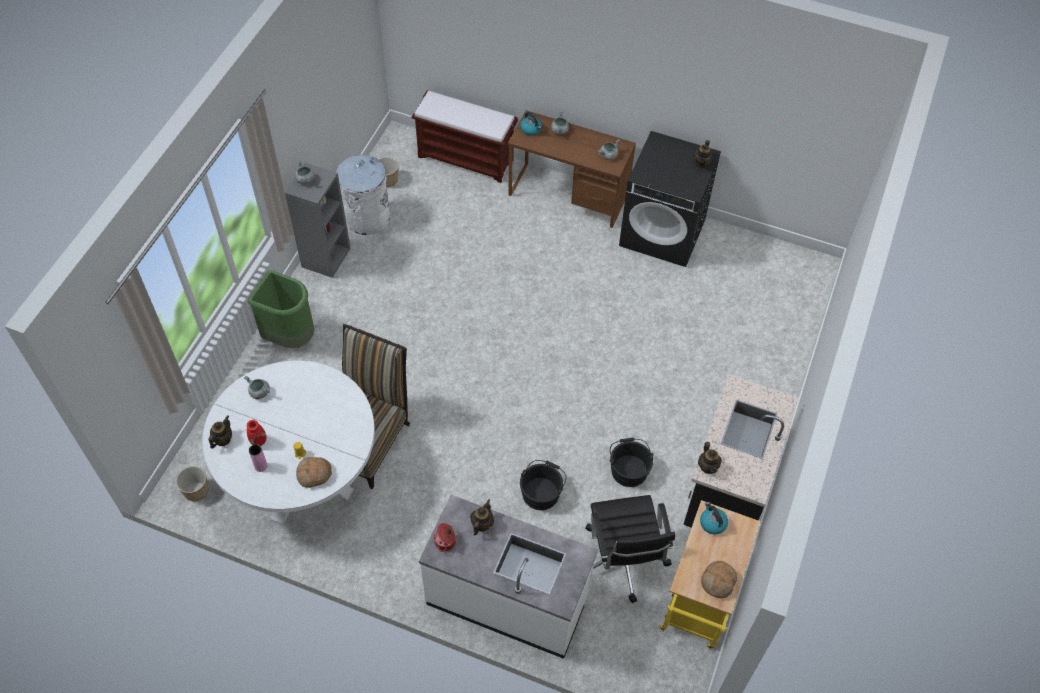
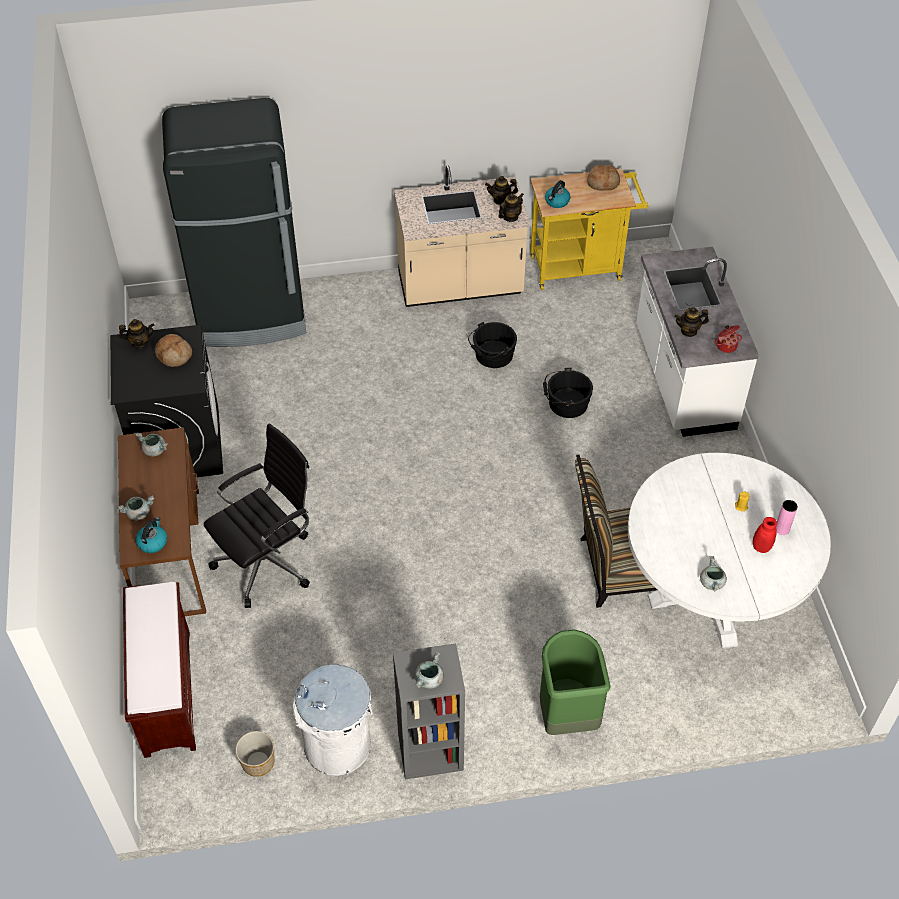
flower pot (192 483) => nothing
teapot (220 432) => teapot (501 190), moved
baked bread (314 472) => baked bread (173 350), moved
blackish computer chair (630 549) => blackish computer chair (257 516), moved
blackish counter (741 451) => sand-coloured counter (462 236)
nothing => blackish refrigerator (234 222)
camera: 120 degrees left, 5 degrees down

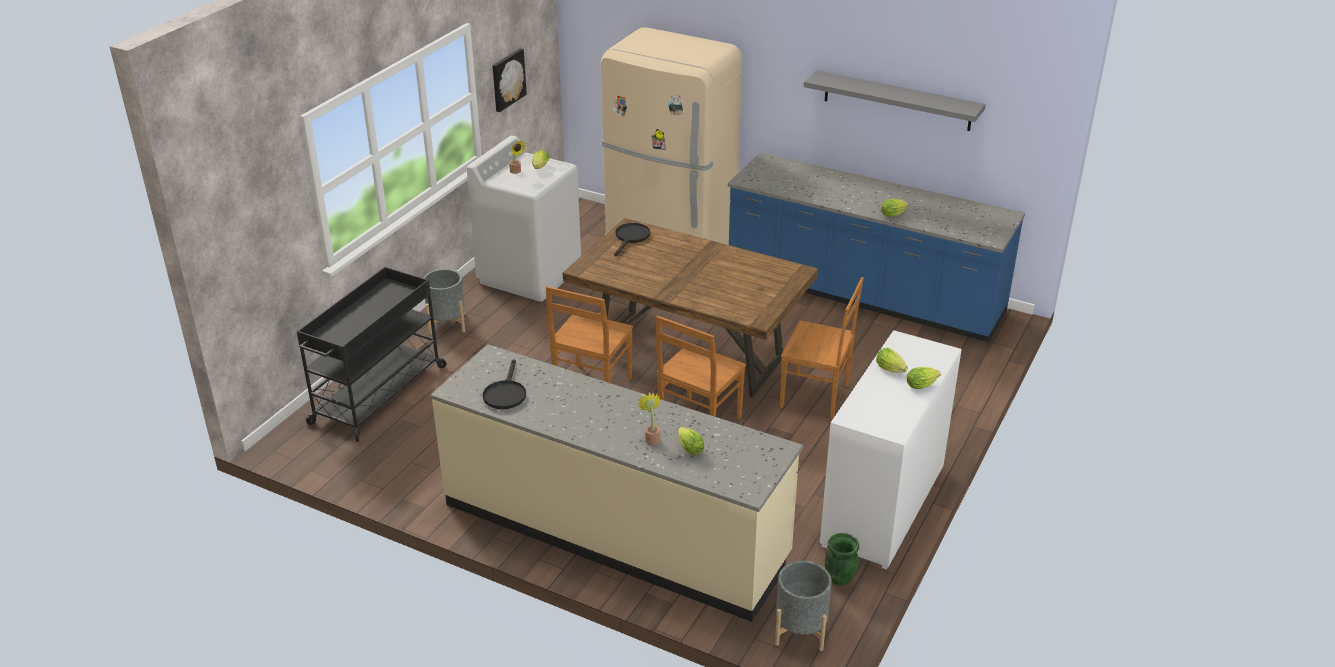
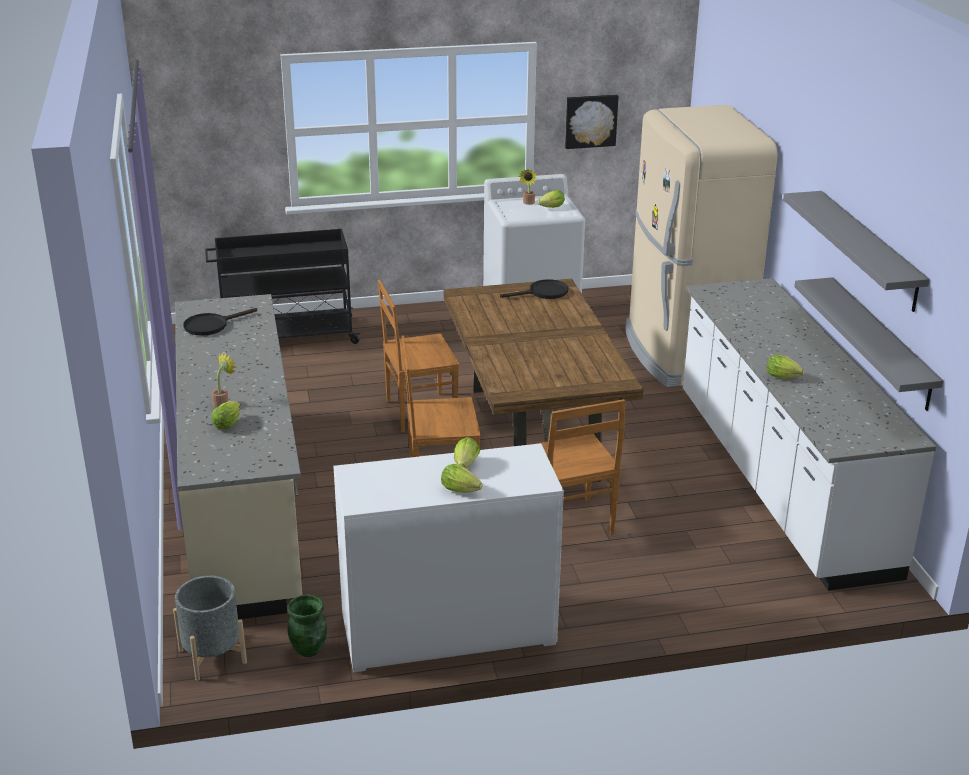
gray flower pot (444 302) => nothing
blue counter (876 247) => whitish counter (809 434)
nothing => gray wall shelf (869 344)
camera: 50 degrees right, 5 degrees down

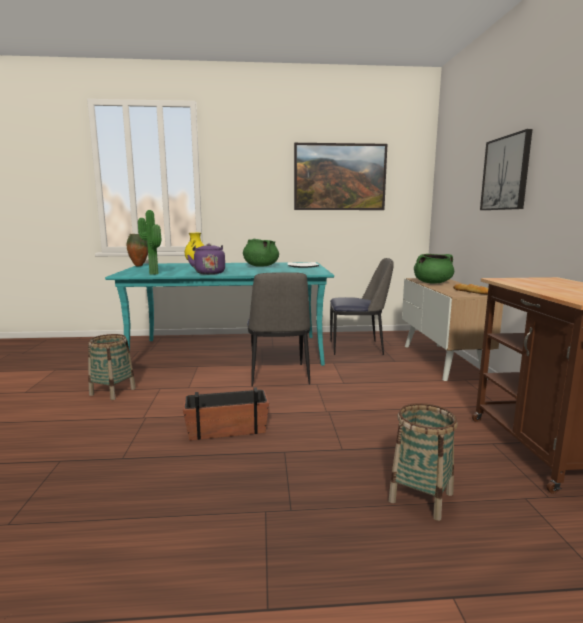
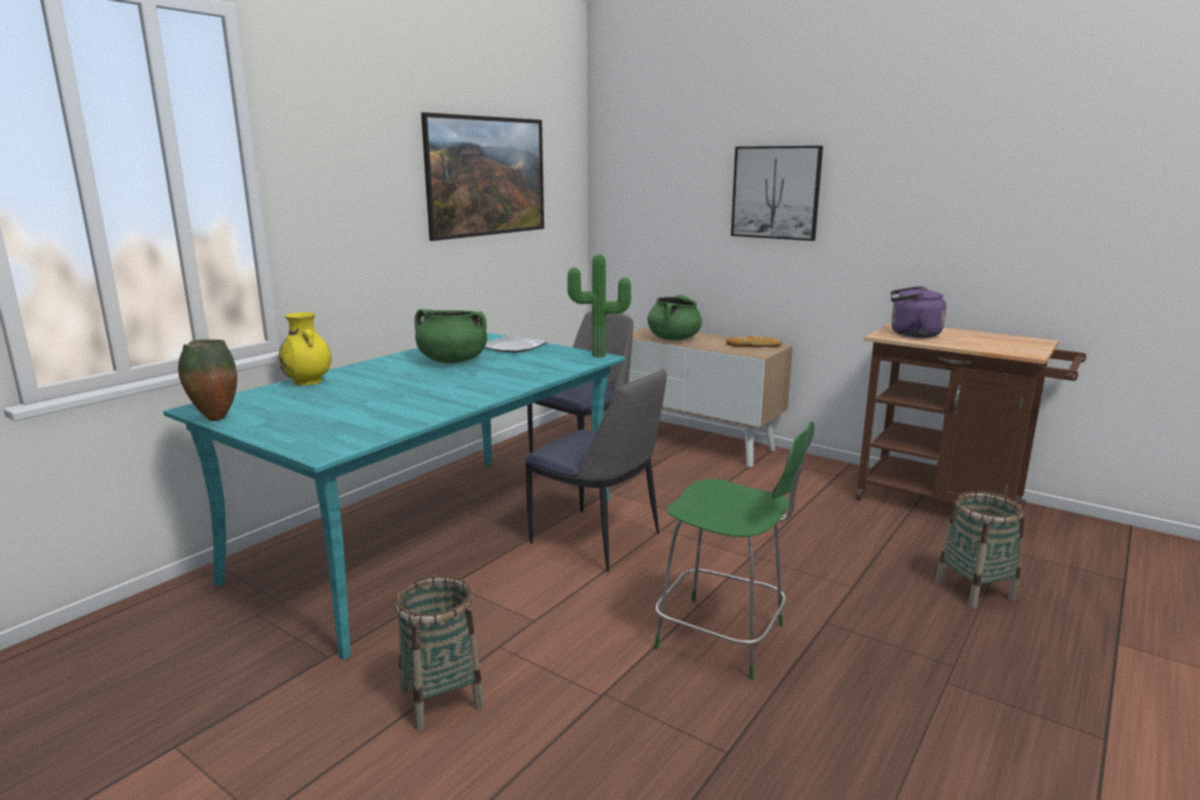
plant in a pot (149 242) => plant in a pot (599 305), moved
flower pot (226 413) => green-coloured plain chair (734 550)
purplish kettle (206 258) => purplish kettle (918 312), moved
camera: 50 degrees left, 5 degrees up

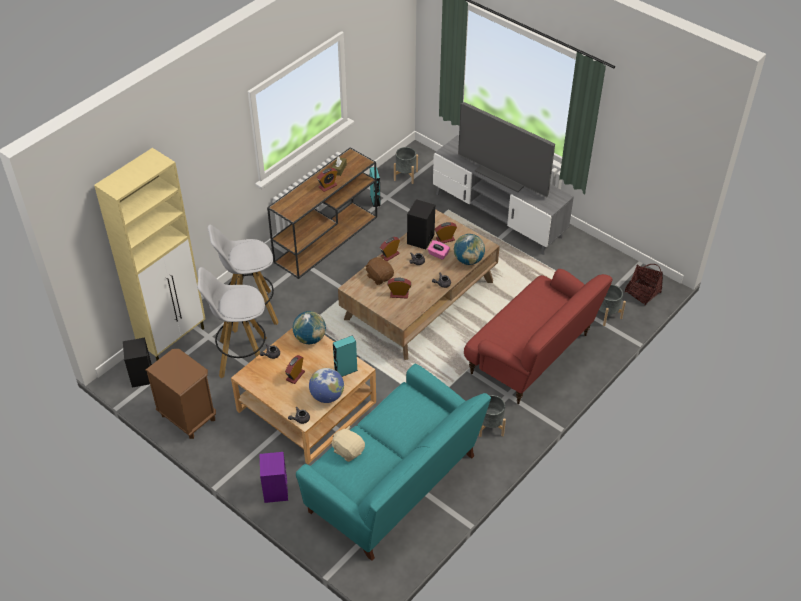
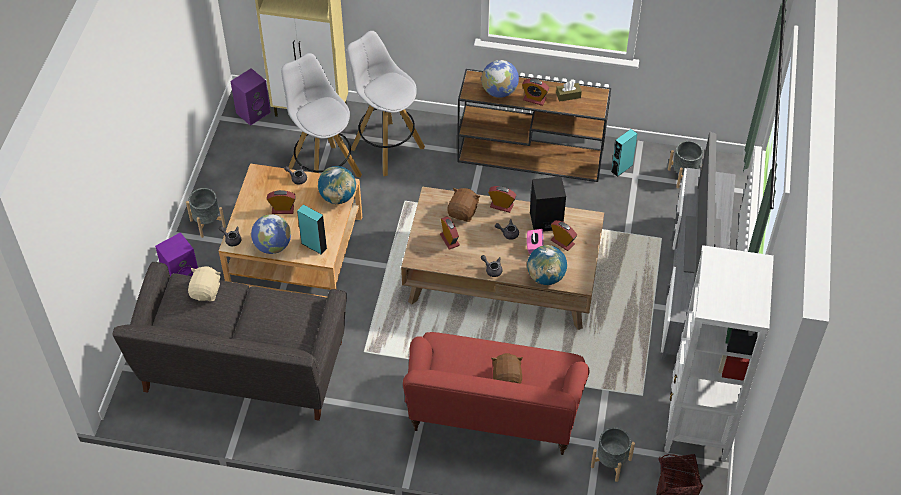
blackish speaker (137 362) => purplish speaker (250 97)
brown-coloured bedside table (181 394) => nothing
blue-green settee (393 462) => gray settee (229 341)
gray flower pot (492 416) => gray flower pot (206 213), moved
nothing => world globe (500 79)
nothing => brown-coloured soft toy (507 368)
nothing => whitish bookcase (719 353)
camera: 60 degrees right, 5 degrees up

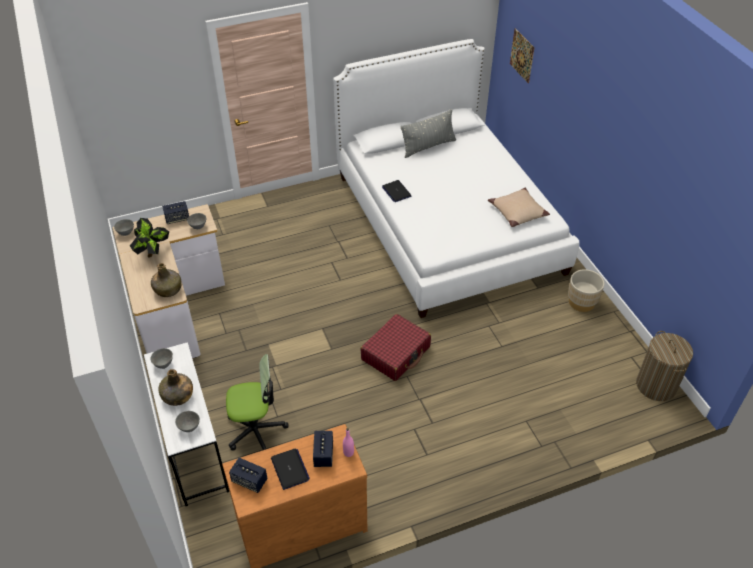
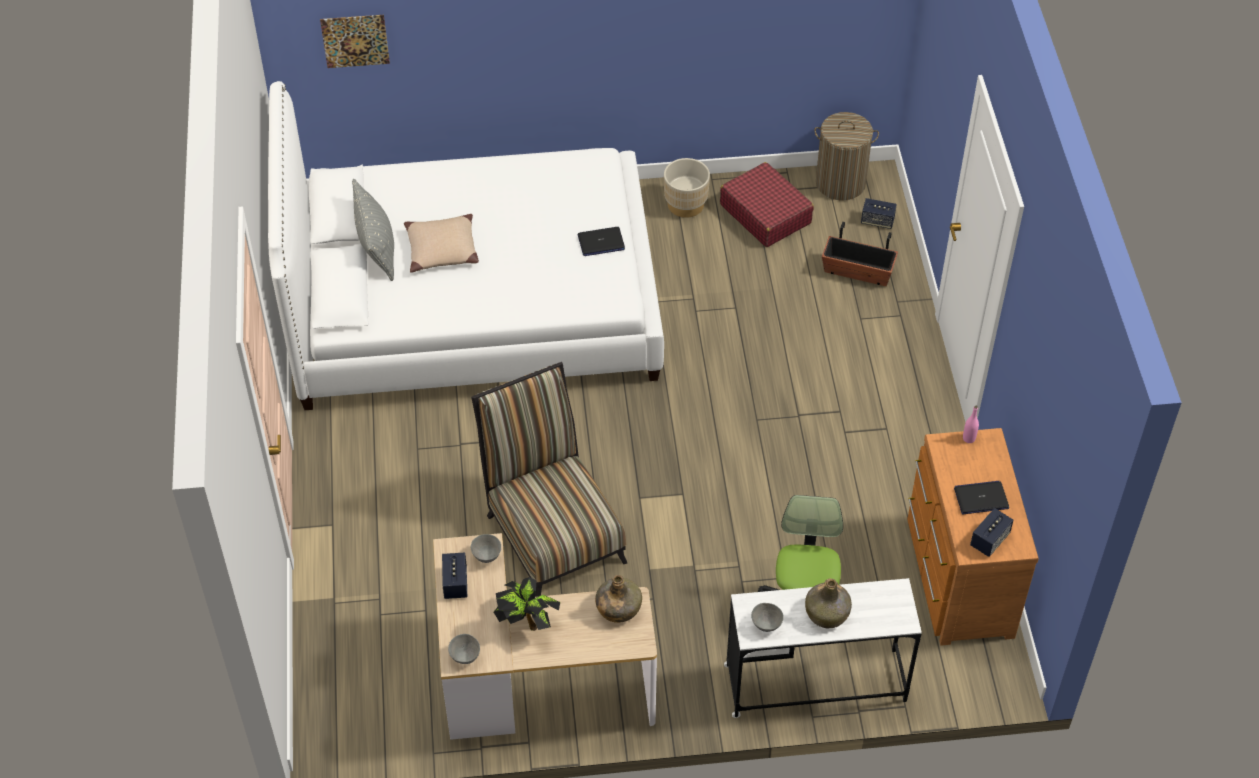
gray bowl (187 421) => nothing
speaker (323 449) => speaker (879 213), moved
reddish travel case (396 347) => reddish travel case (767 204), moved
notebook computer (396 191) => notebook computer (601 241), moved
sand-coloured pillow (519 207) => sand-coloured pillow (441 243), moved
nothing => plain chair (549 479)
nothing => flower pot (860 254)
camera: 75 degrees left, 5 degrees up

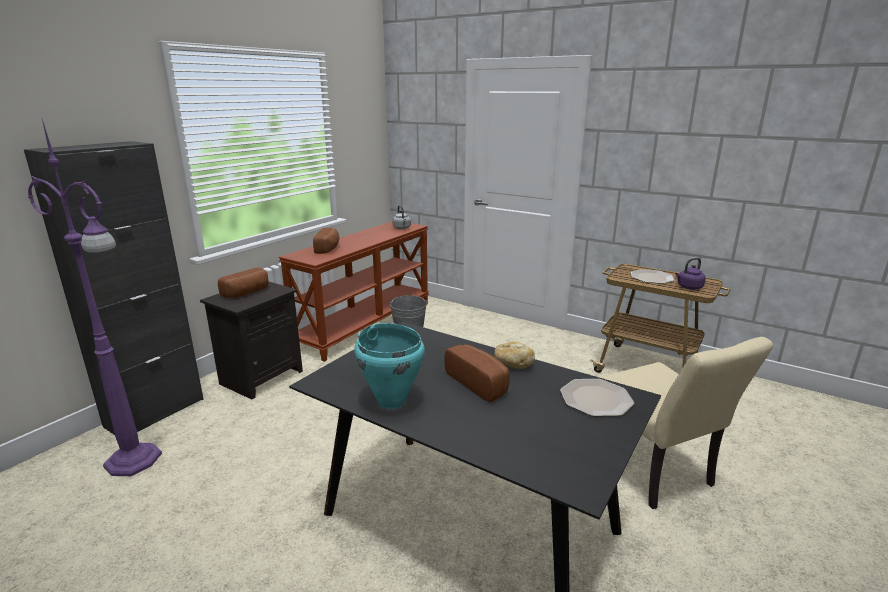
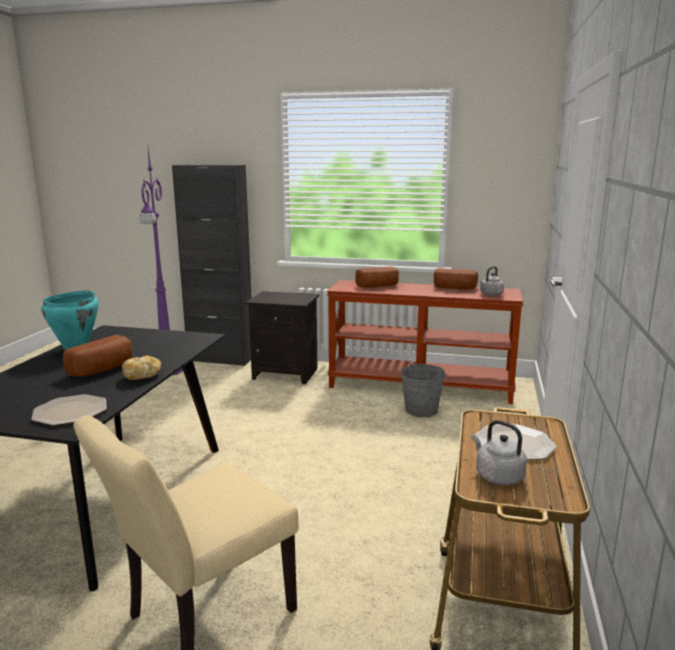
baked bread (243 283) => baked bread (456 278), moved
purplish kettle (690 274) => gray kettle (499 452)
camera: 70 degrees right, 5 degrees down

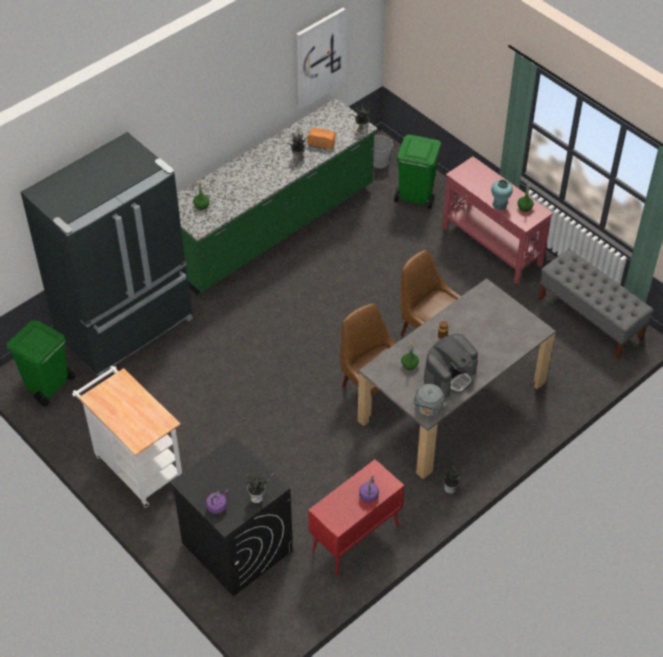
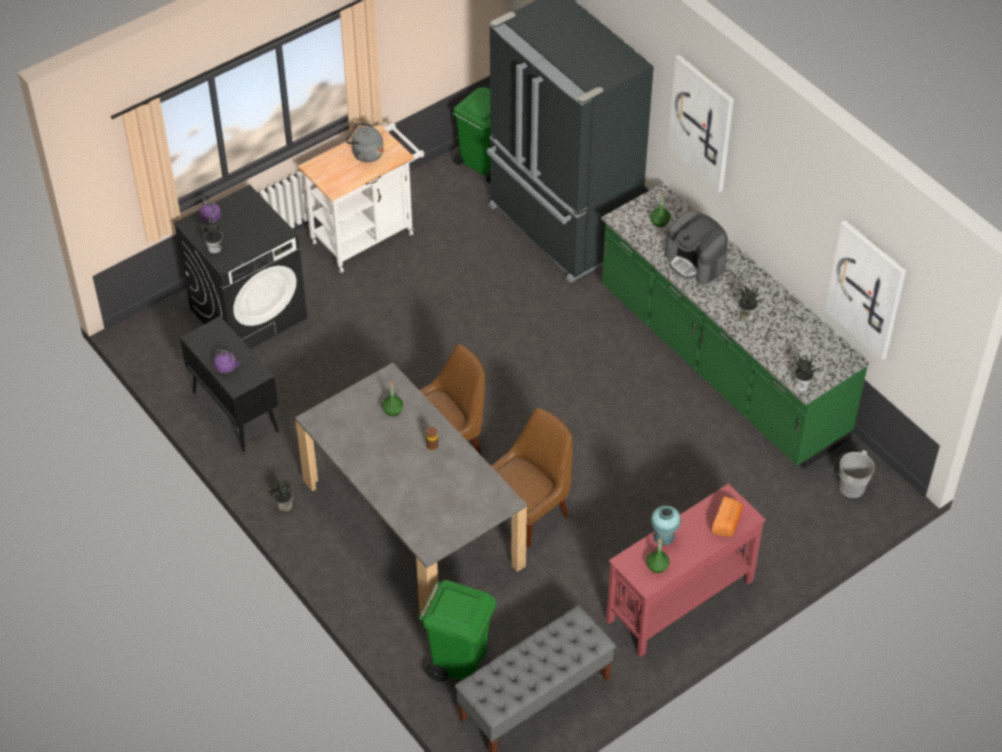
baked bread (321 138) => baked bread (727 516), moved
reddish cupboard (356 517) => blackish cupboard (229 384)
green-coloured trash can (417 172) => green-coloured trash can (458 631), moved
gray kettle (431 400) => gray kettle (364 142), moved
coffee brewer (451 366) => coffee brewer (696 248), moved
nothing => wall picture (700 123)
camera: 95 degrees right, 0 degrees up

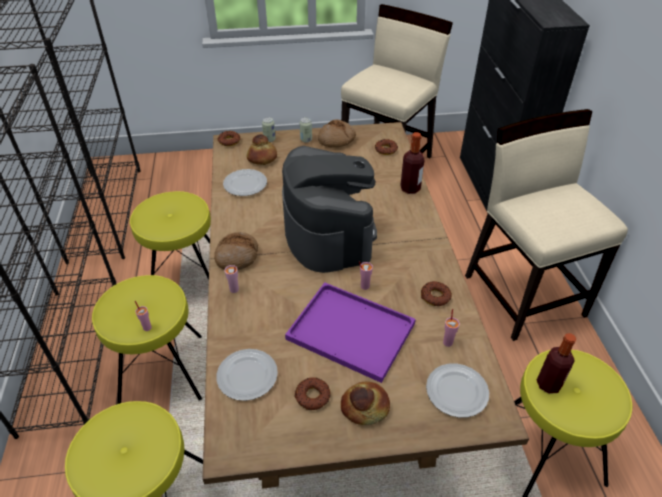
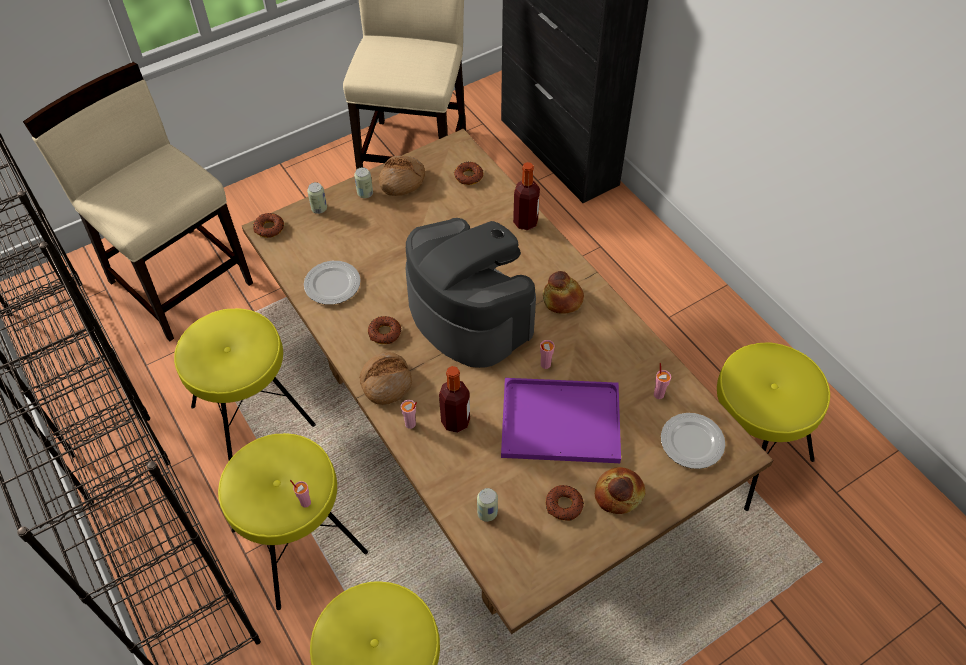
plate (247 375) => can (487 505)
baked bread (262 149) => baked bread (563 292), moved
donut (436 293) => donut (384 330), moved
sand-coloured plain chair (546 225) => sand-coloured plain chair (138 201), moved
bottle (556 363) => bottle (454 399), moved
camera: 25 degrees left, 10 degrees up

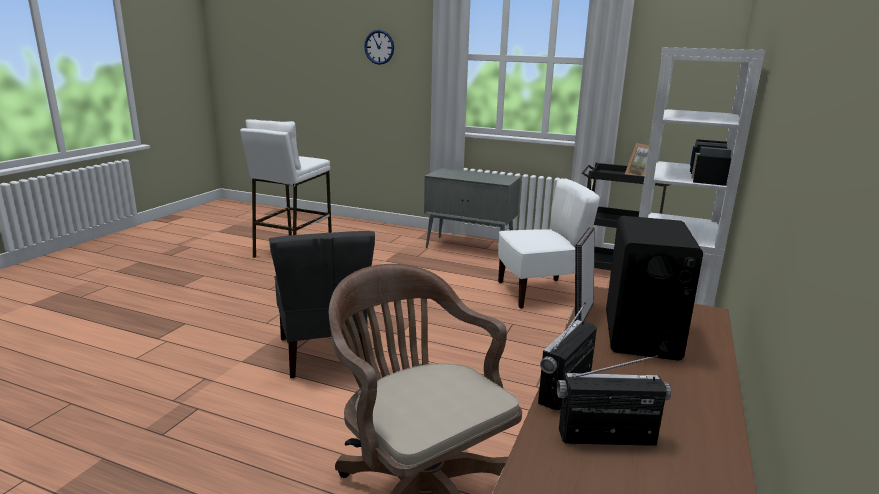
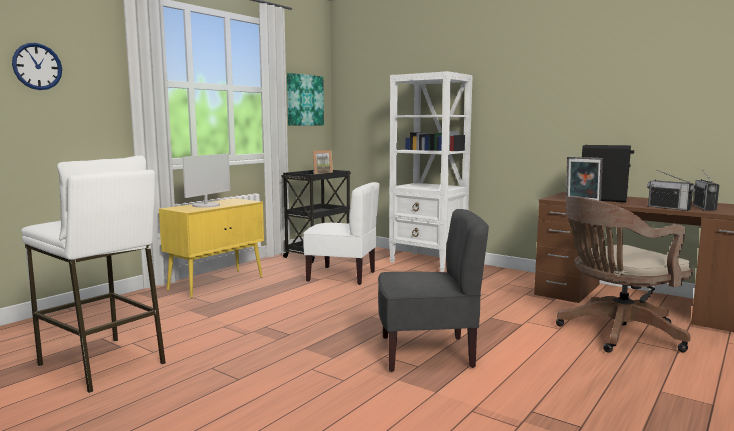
gray cupboard (472 208) => yellow cupboard (211 248)
whitish plain chair (549 244) => whitish plain chair (341 233), 105 degrees clockwise
nothing => computer screen (206 180)
nothing => wall picture (305 99)
camera: 75 degrees left, 10 degrees down

